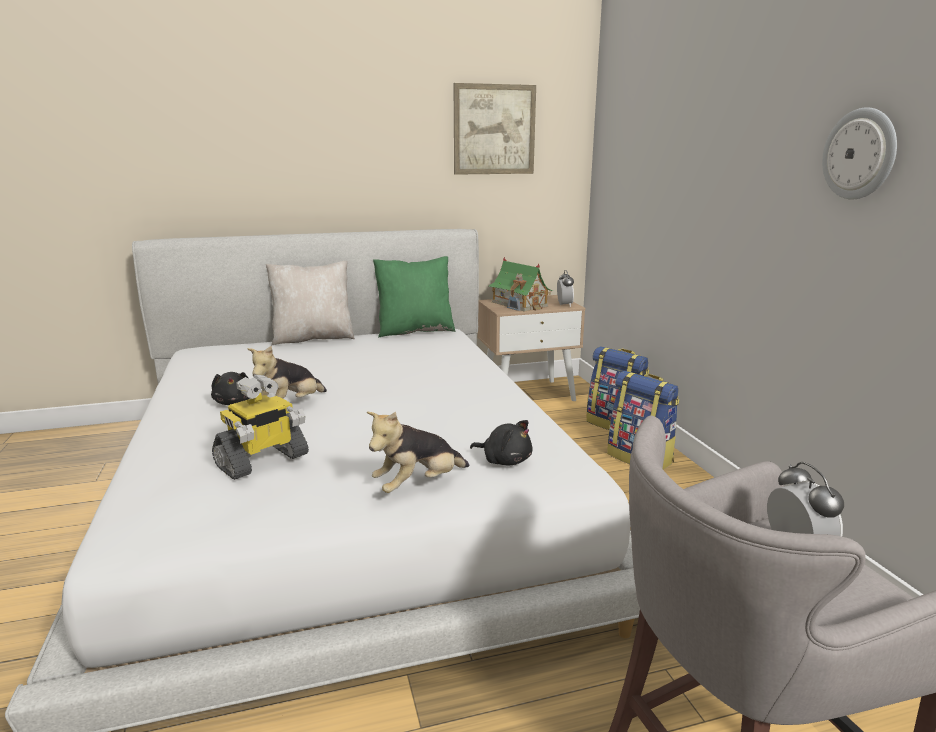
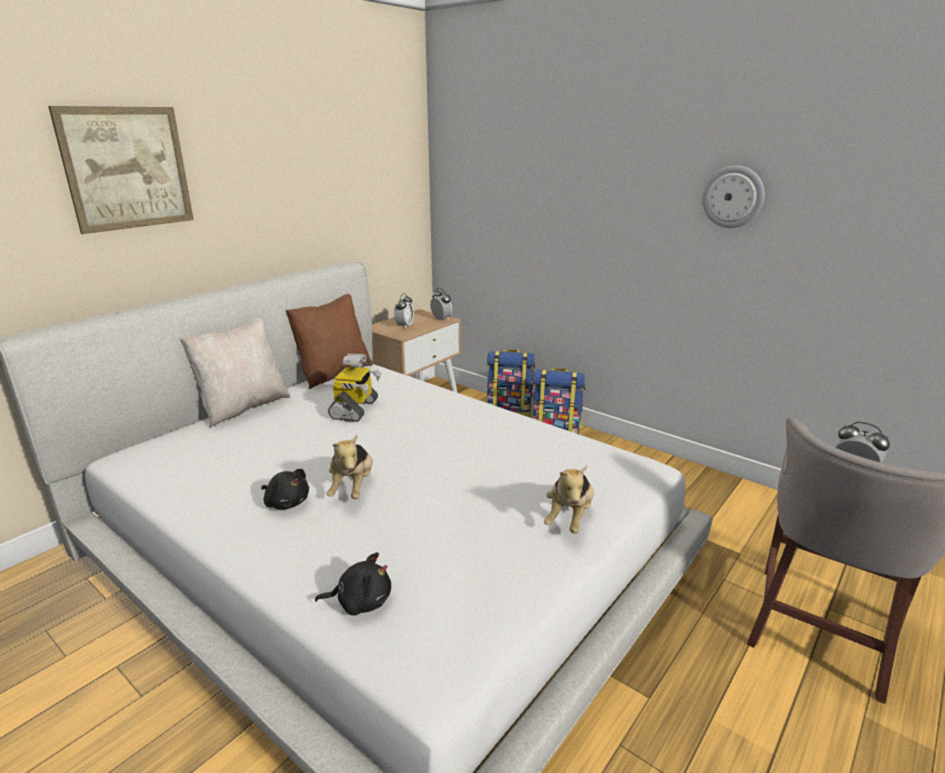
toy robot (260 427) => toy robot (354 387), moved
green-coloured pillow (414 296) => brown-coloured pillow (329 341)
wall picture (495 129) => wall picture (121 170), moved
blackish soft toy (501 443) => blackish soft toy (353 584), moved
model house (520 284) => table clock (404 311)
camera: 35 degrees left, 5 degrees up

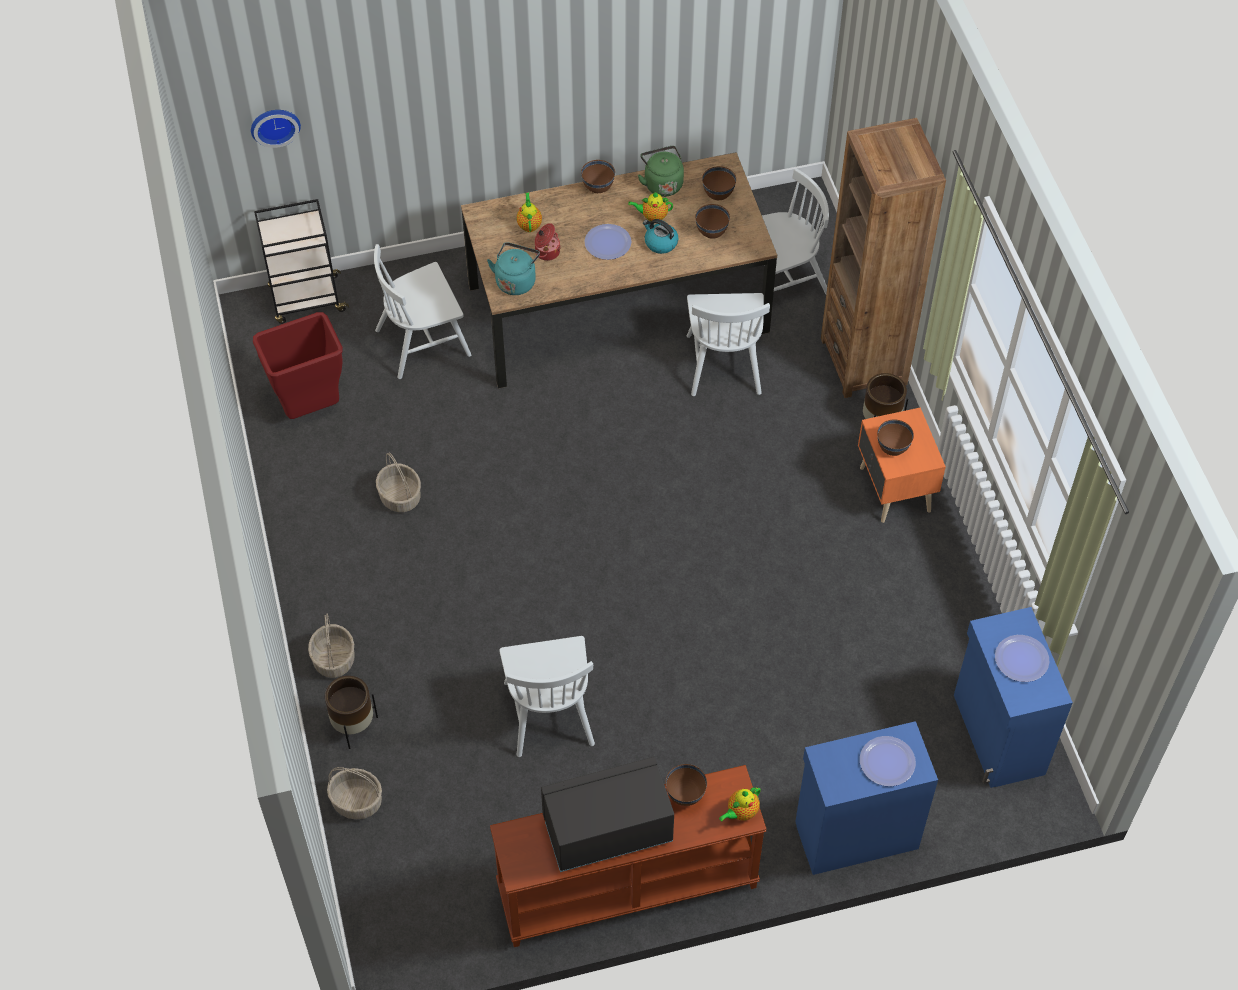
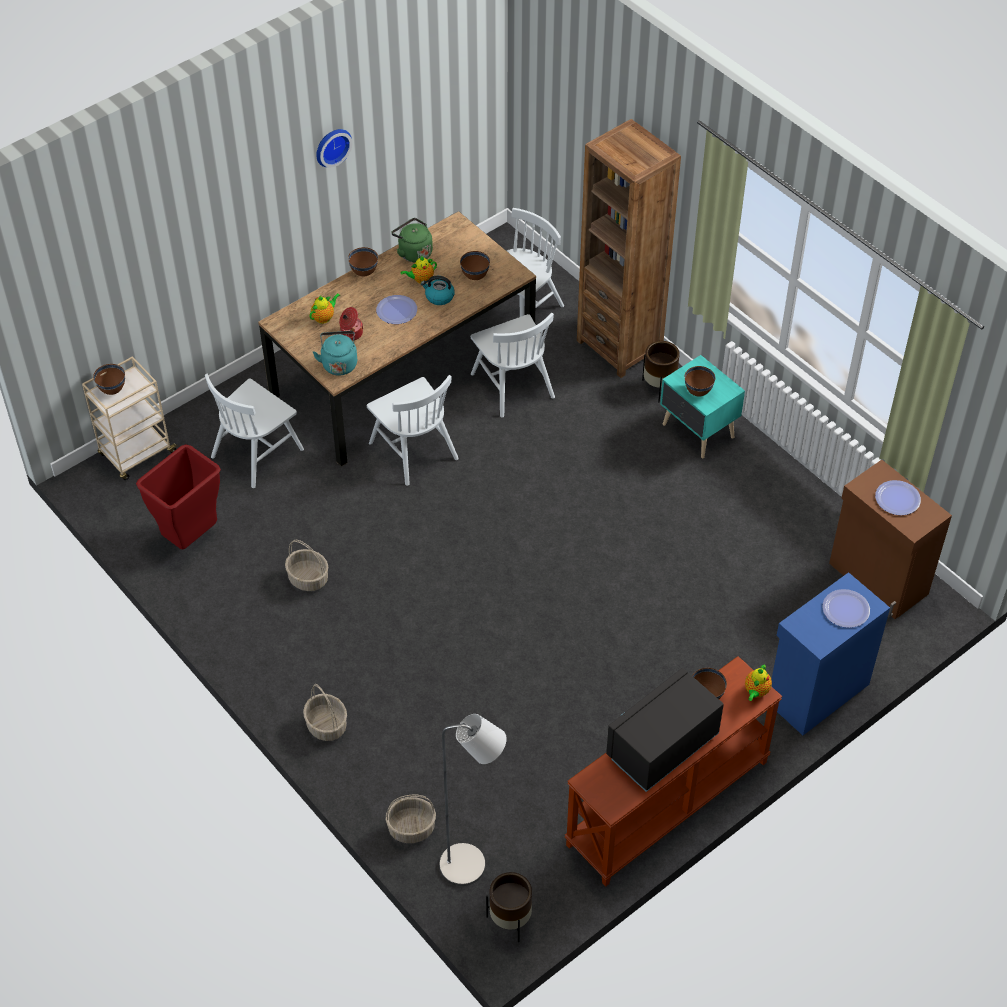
wall clock (276 129) => wall clock (334 148), moved
blackish trolley (301 261) => sand-coloured trolley (130 418)
brown-coloured flower pot (351 712) => brown-coloured flower pot (509 907), moved
whitish plain chair (547 696) => whitish plain chair (413 430), moved
teapot (529 212) => teapot (324 308), 75 degrees clockwise
brown-coloured bowl (719 183) => brown-coloured bowl (109 379), moved
orange-coloured bedside table (902 465) => blue-green bedside table (702 406)
blue cupboard (1013 697) => brown-coloured cupboard (890 539)
nothing => gray standard lamp (473 800)
camera: 25 degrees left, 5 degrees down

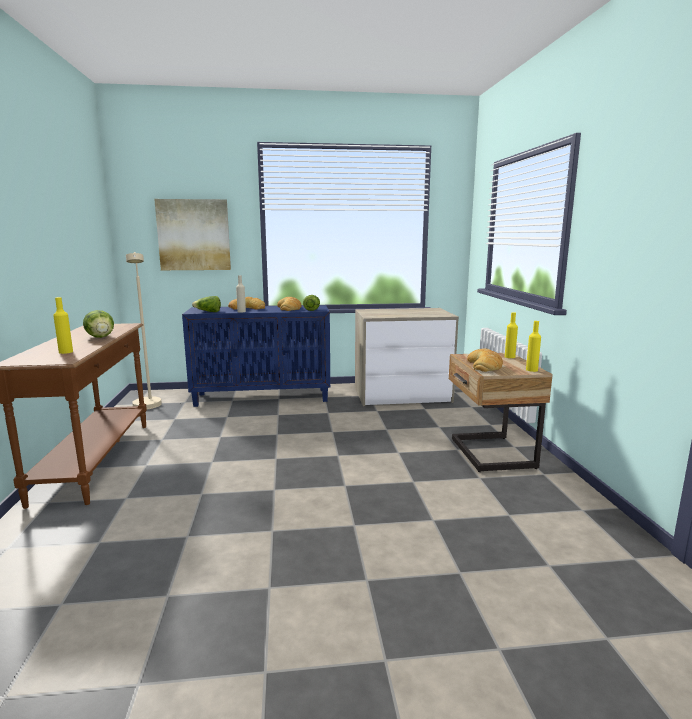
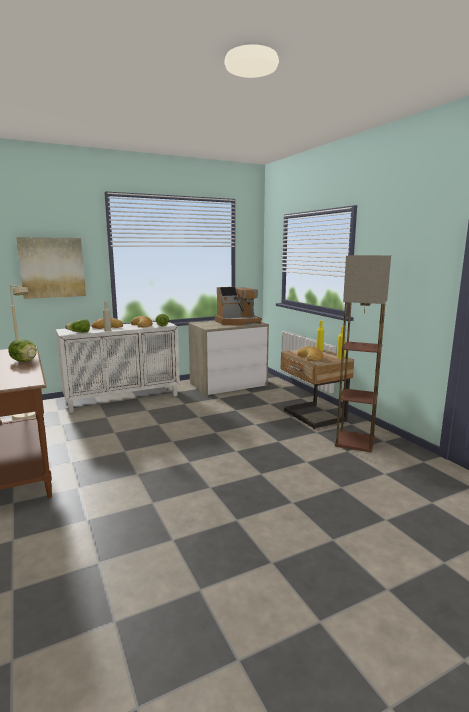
yellow bottle (63 325) => nothing
blue cupboard (256 356) => whitish cupboard (118 367)
nothing => coffee brewer (238 306)
nothing => standard lamp (363 353)
camera: 20 degrees left, 0 degrees up

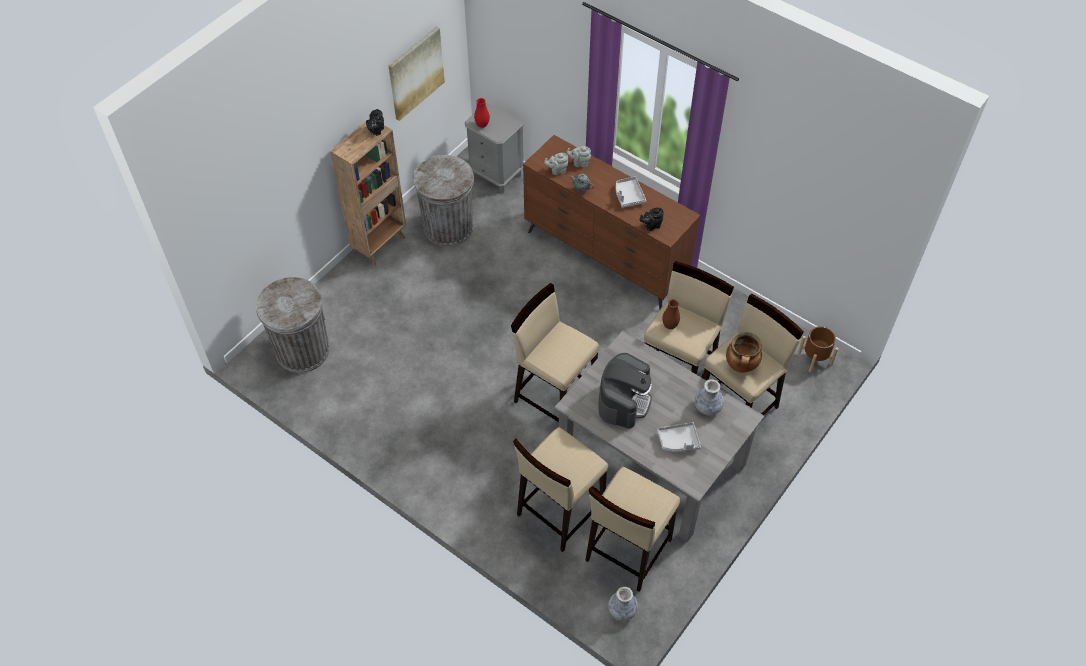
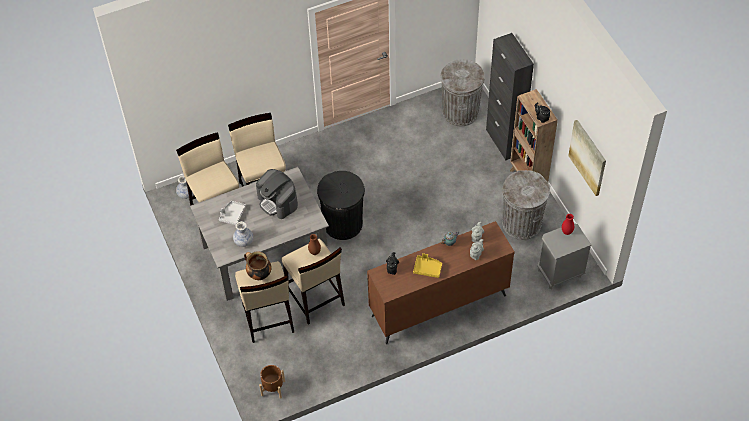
sand-coloured stool seat (555 352) => blackish trash can (341 205)
gray carrying tray (631 192) => yellow carrying tray (427 265)
nothing => blackish cupboard (510 96)
camera: 120 degrees right, 0 degrees up

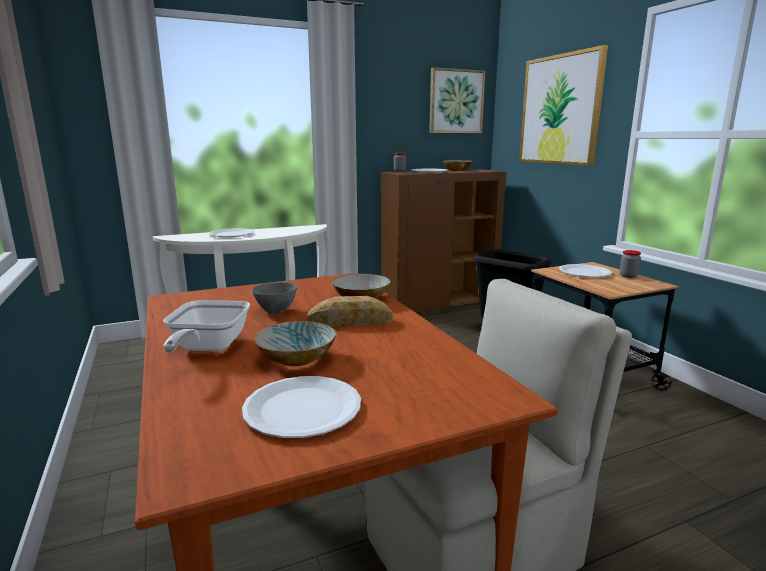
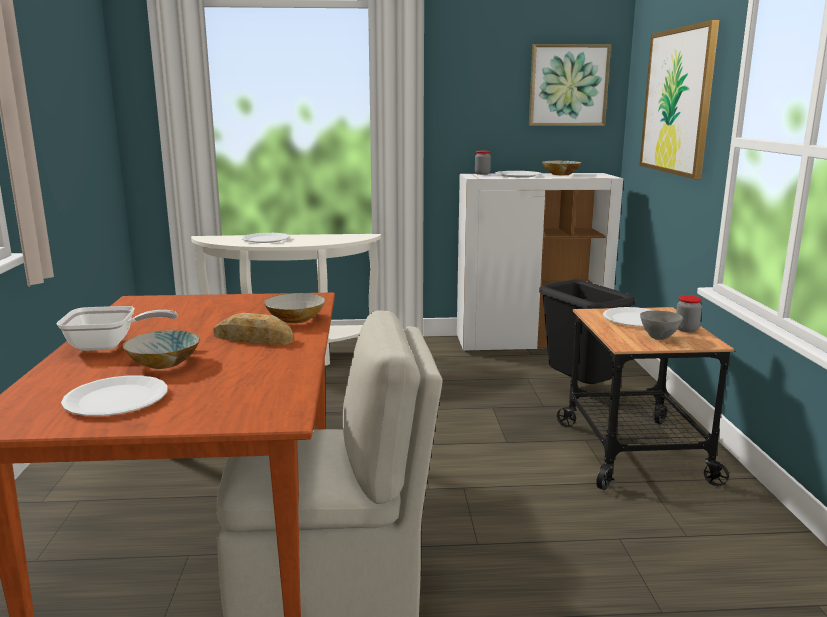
frying pan (206 326) => frying pan (117 328), 120 degrees counterclockwise
gray bowl (274 298) => gray bowl (661 325), moved
brown-coloured cupboard (443 240) => whitish cupboard (540 263)
camera: 20 degrees right, 0 degrees up

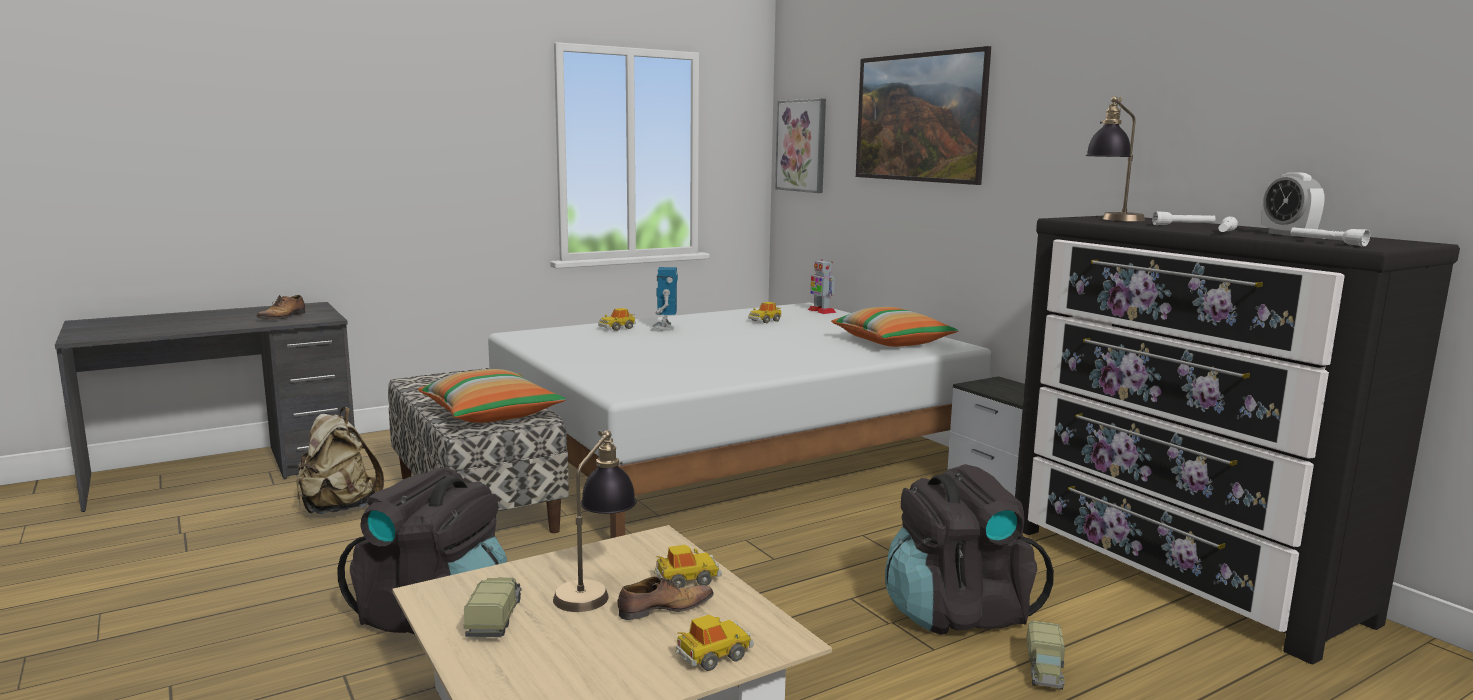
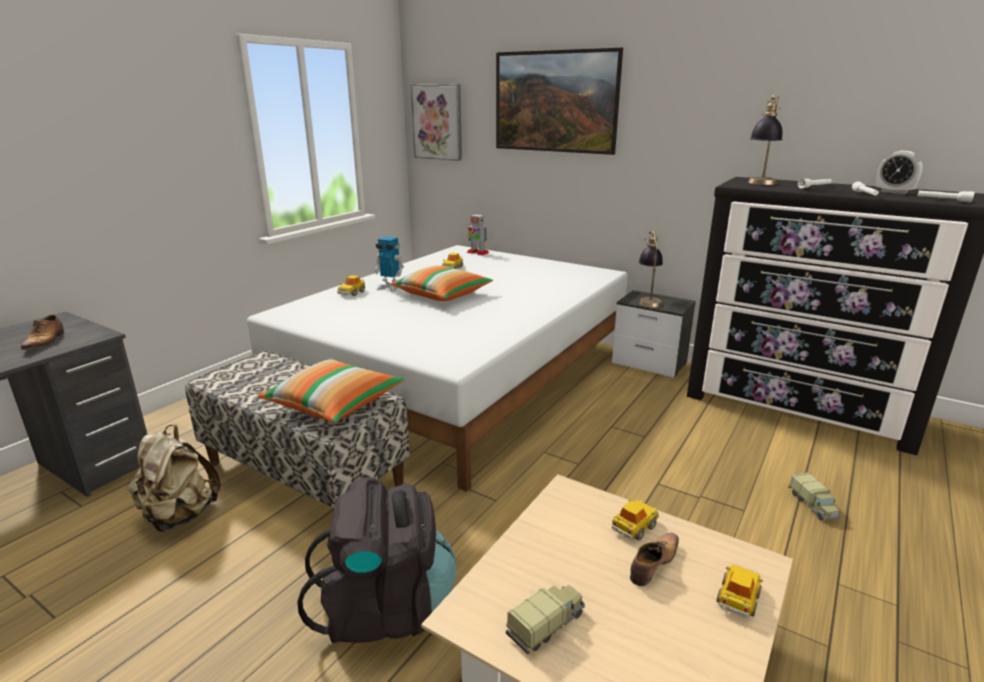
model truck (493 607) => model truck (545 619), 75 degrees clockwise
table lamp (595 521) => table lamp (651 269), moved
toy robot (664 299) => toy robot (388 264), 45 degrees counterclockwise
pillow (895 327) => pillow (442 283), moved
blackish rucksack (969 549) => nothing
camera: 25 degrees left, 10 degrees up

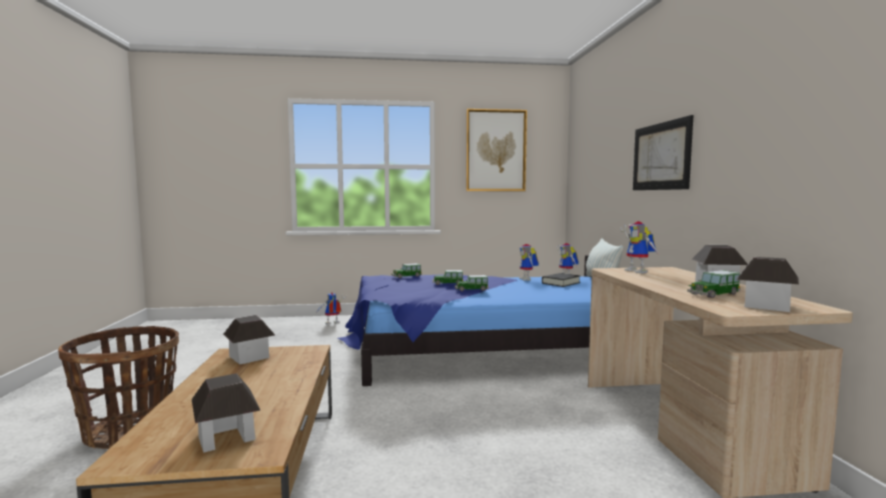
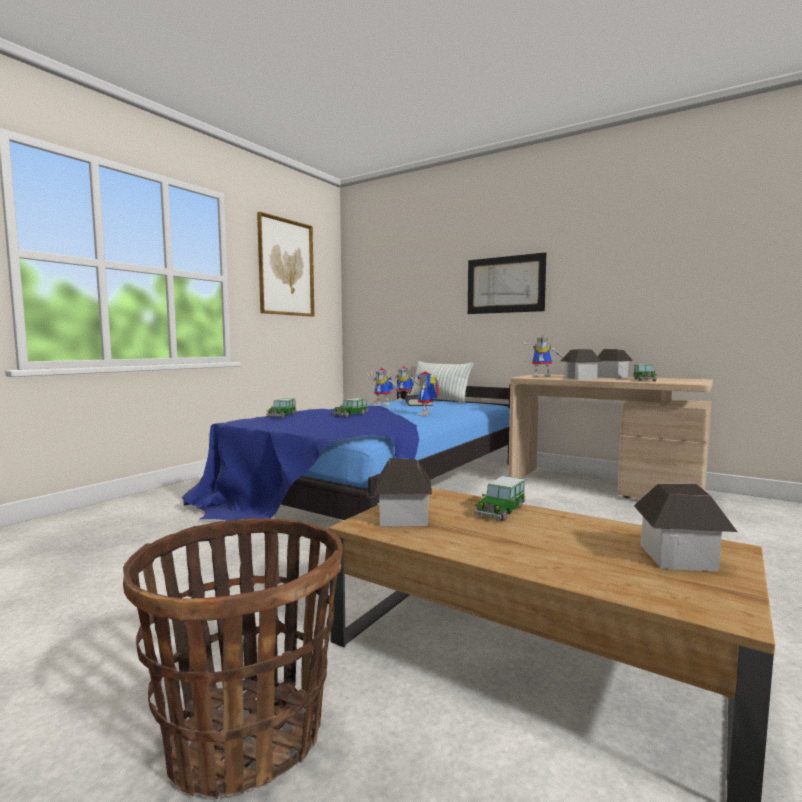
toy robot (331 308) => toy robot (428 394), moved
model car (471 283) => model car (499 498), moved
model house (767 284) => model house (581 364), moved
camera: 50 degrees left, 0 degrees up

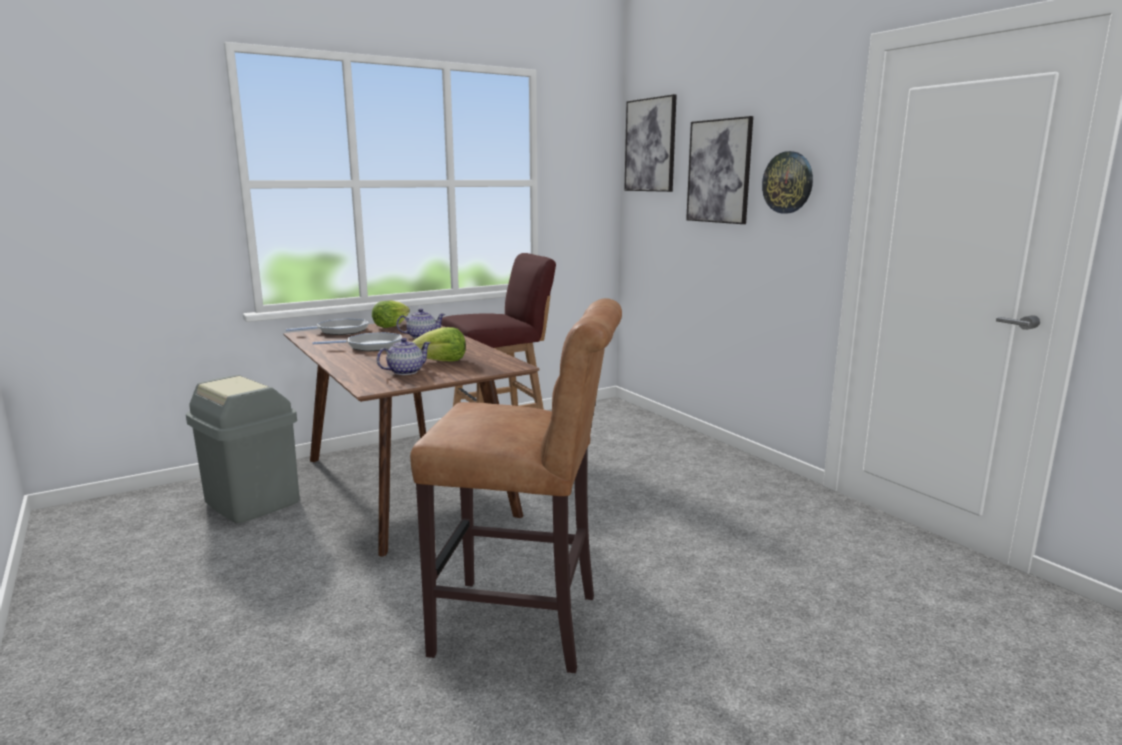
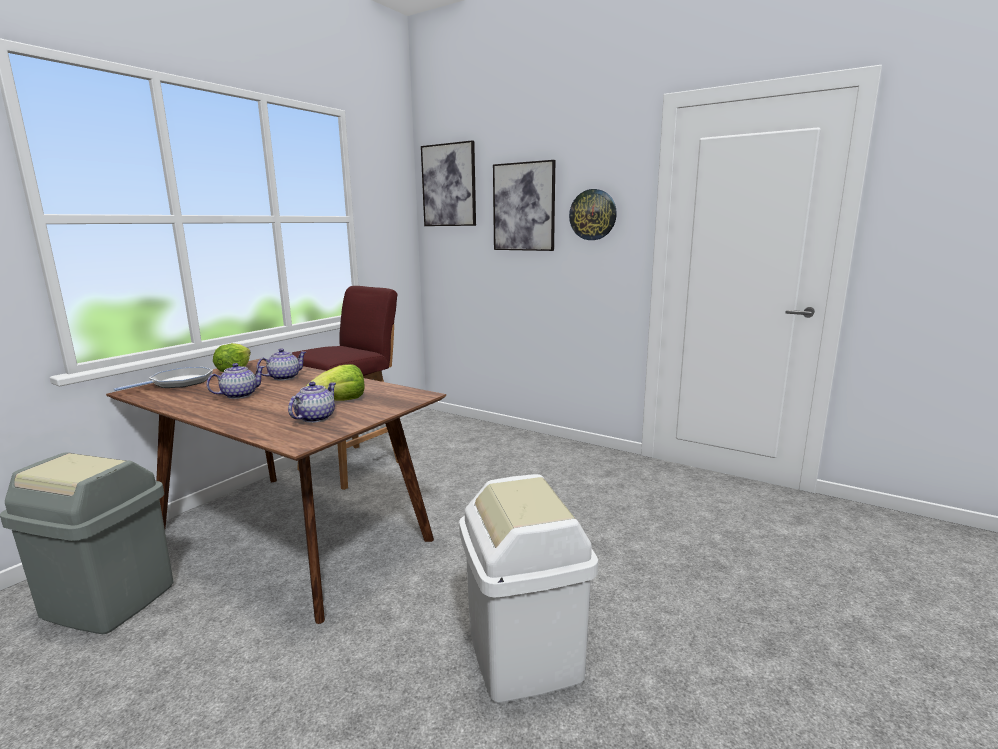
frying pan (357 342) => teapot (236 381)
brown-coloured stool seat (516 485) => whitish trash can (528 588)
camera: 25 degrees left, 0 degrees up

